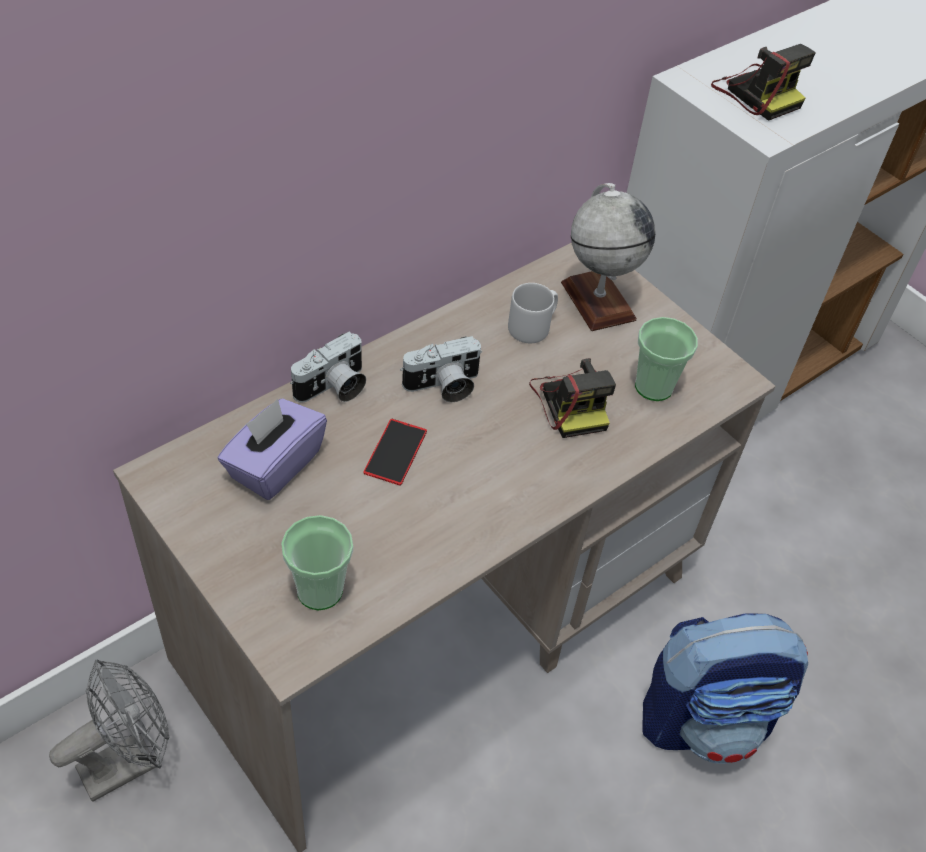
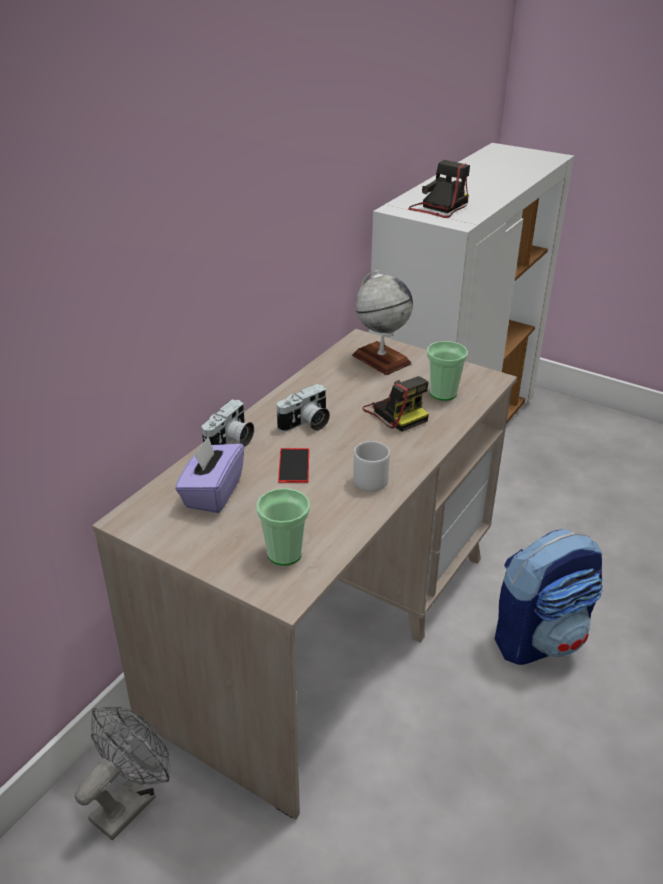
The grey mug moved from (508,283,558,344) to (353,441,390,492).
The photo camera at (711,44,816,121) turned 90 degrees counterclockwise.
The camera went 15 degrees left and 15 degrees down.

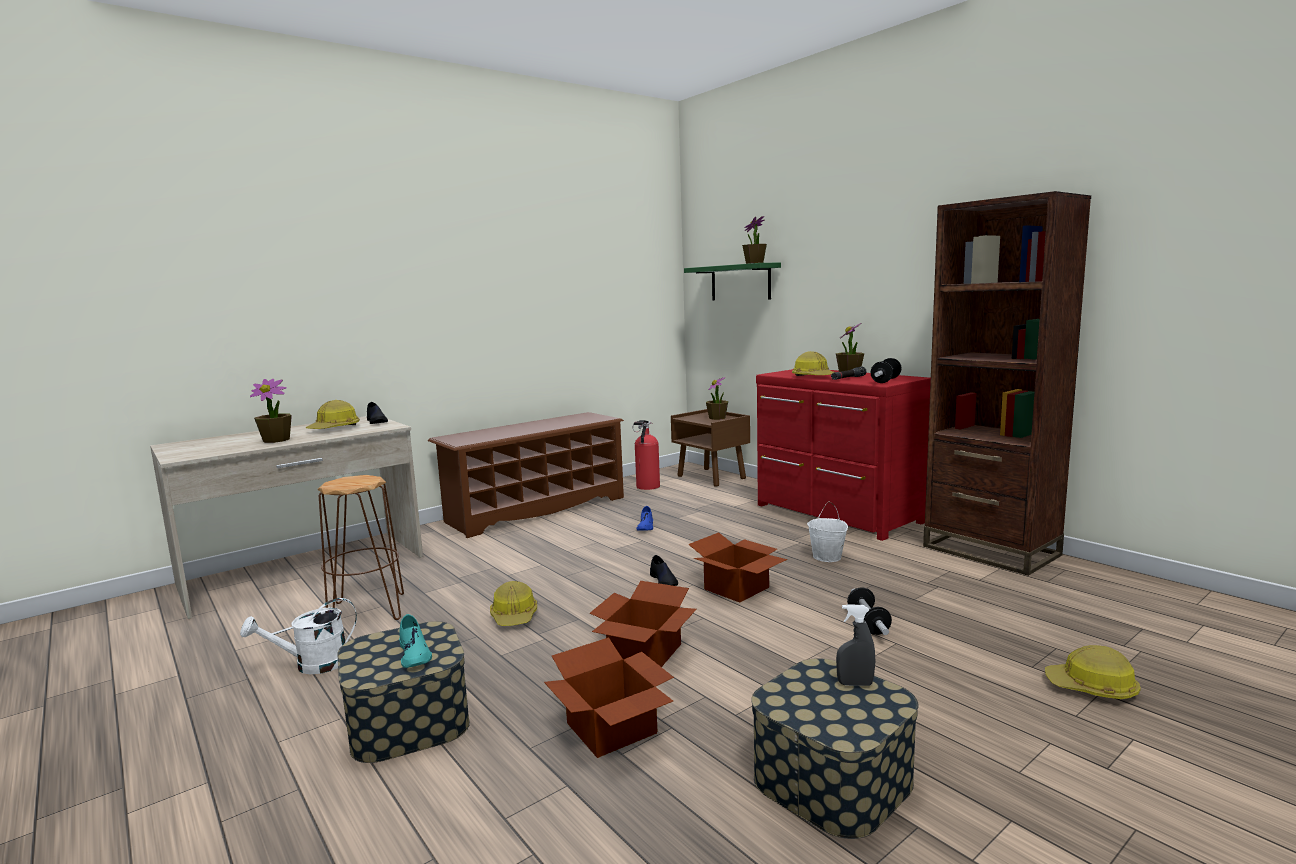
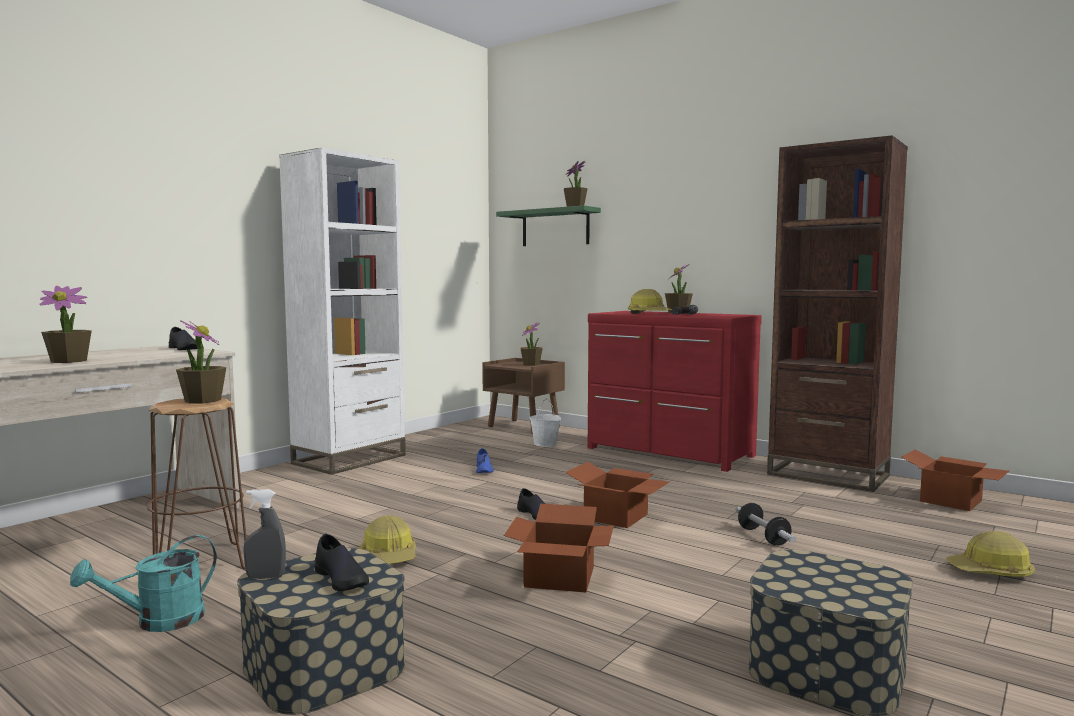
The hard hat at (306,400,360,429) disappeared.
The fire extinguisher at (632,420,660,490) disappeared.
The dumbbell at (870,358,902,383) disappeared.
The potted plant at (176,320,226,403) appeared.
The cardboard box moved from (544,637,674,758) to (901,449,1009,511).
The white bucket moved from (807,501,848,562) to (529,398,561,447).
The grey spray bottle moved from (836,604,876,686) to (243,489,286,579).
The brown shoe rack at (428,412,624,538) was replaced by the white bookcase at (279,147,406,475).
The white watering can at (240,598,357,674) became the turquoise watering can at (70,535,217,632).
The turquoise shoe at (399,614,432,668) became the black shoe at (315,534,369,591).
The camera went 15 degrees left and 5 degrees down.

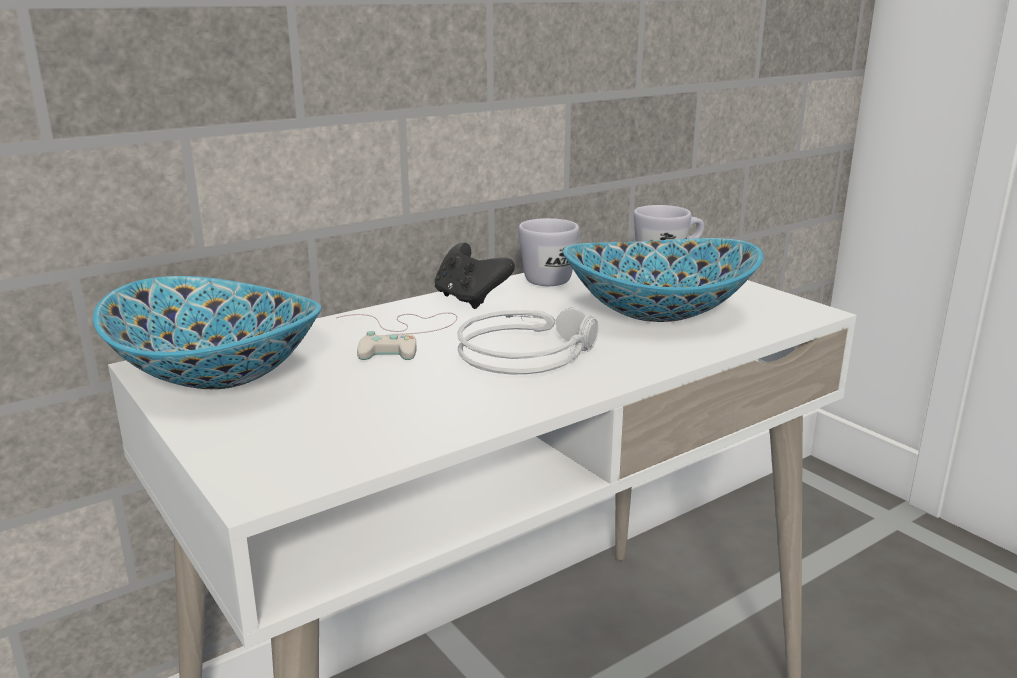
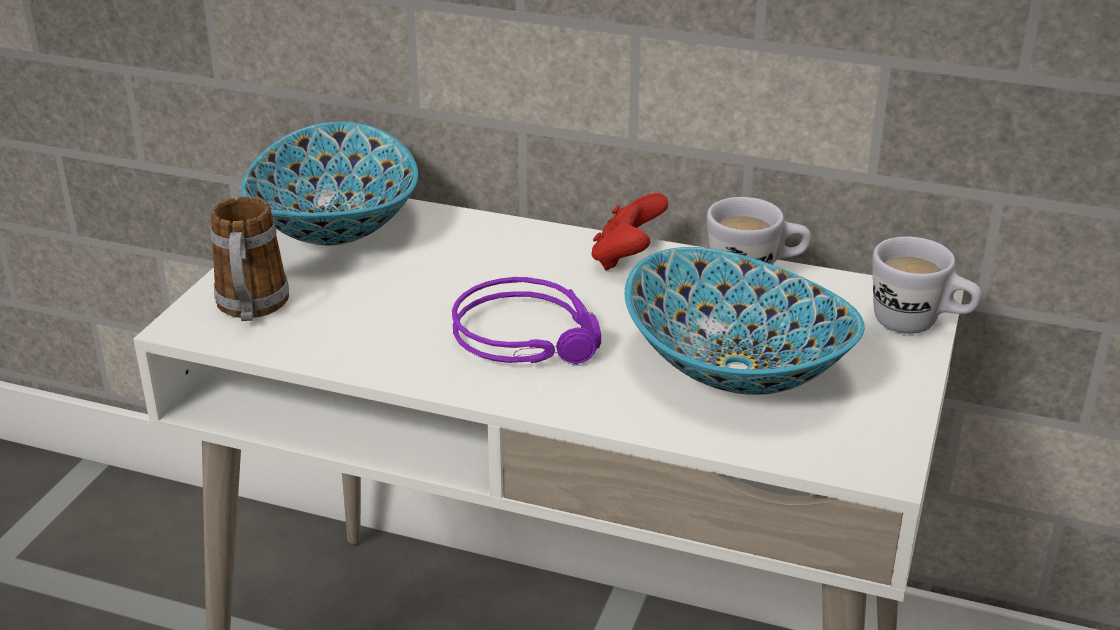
The white game controller at (336,312,457,360) disappeared.
The mug at (211,197,289,321) appeared.
The black game controller at (434,243,515,309) became the red game controller at (591,193,669,271).
The grey headphones at (457,307,598,374) became the purple headphones at (452,277,601,365).
The camera went 55 degrees right and 10 degrees up.

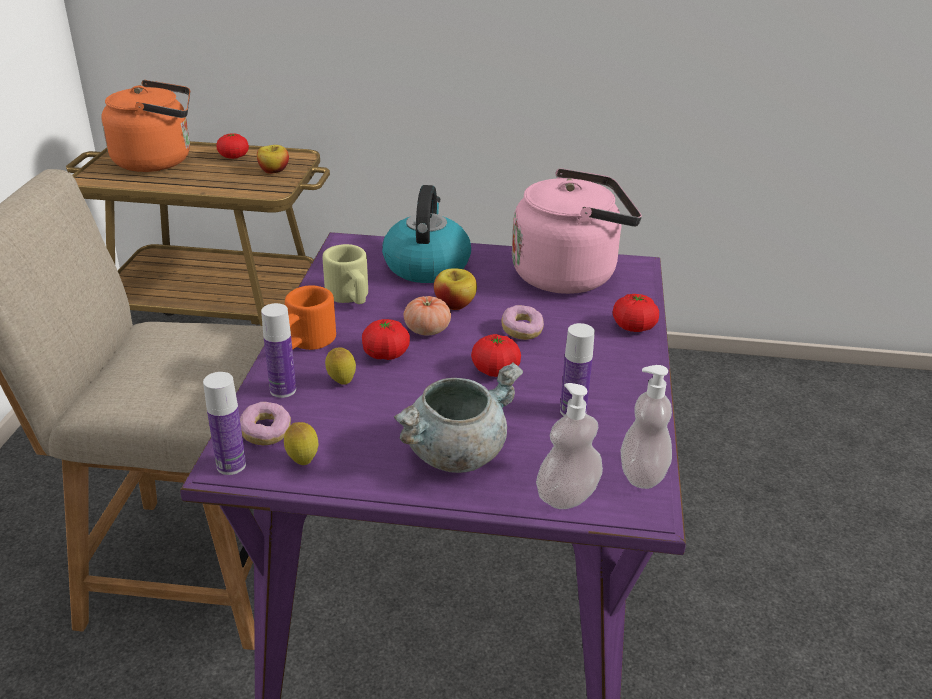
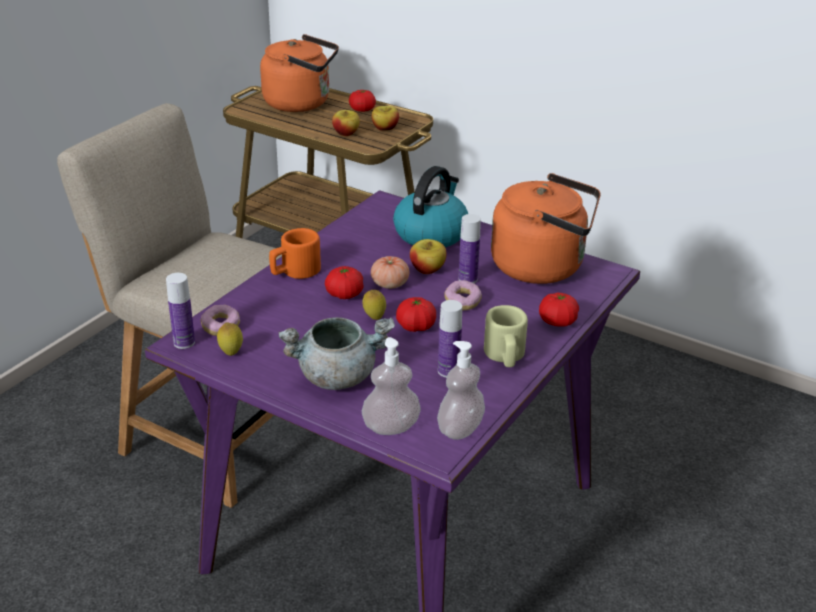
The apple at (332,110,360,136) appeared.
The bottle moved from (261,303,296,398) to (458,214,481,283).
The beige mug moved from (323,244,368,304) to (484,305,528,367).
The lemon moved from (325,347,356,385) to (362,290,386,320).
The pink kettle at (512,168,642,294) became the orange kettle at (491,173,601,284).
The camera went 25 degrees right and 0 degrees up.

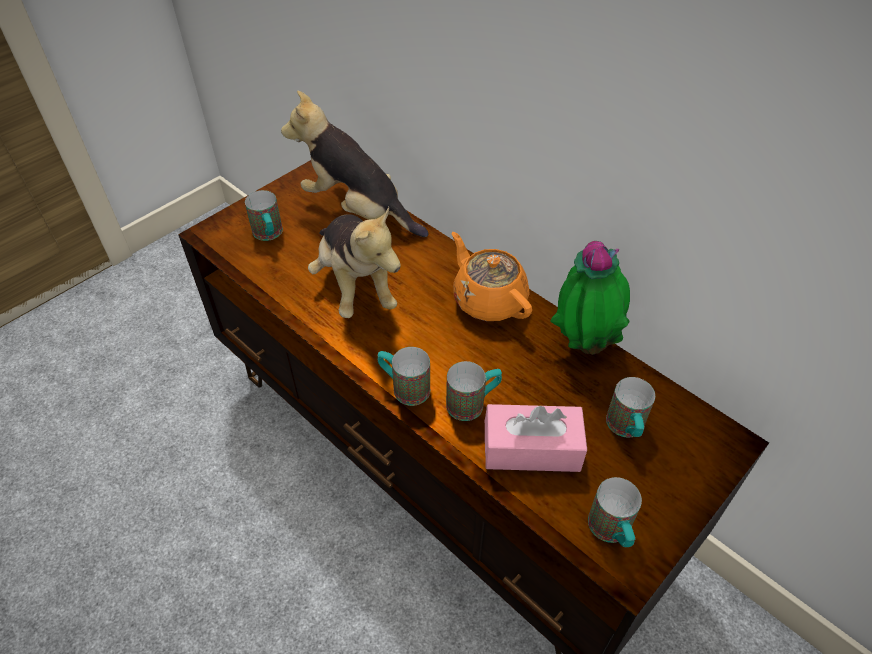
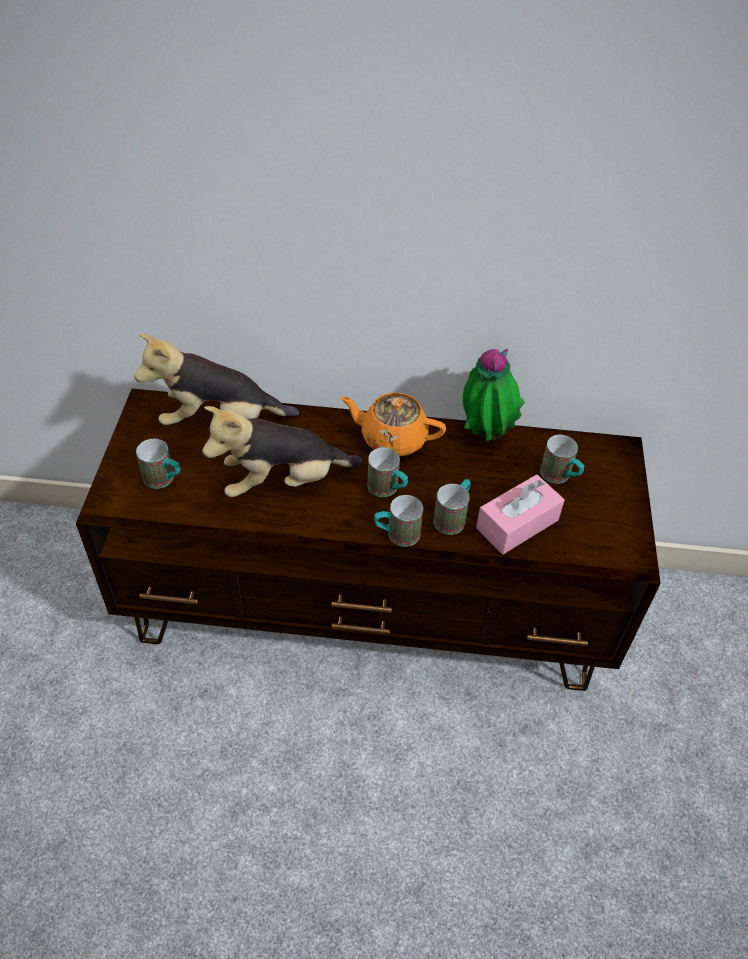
The mug moved from (588,477,642,547) to (367,447,408,497).
The plush toy at (308,207,401,318) turned 135 degrees clockwise.
The camera went 40 degrees left and 0 degrees up.

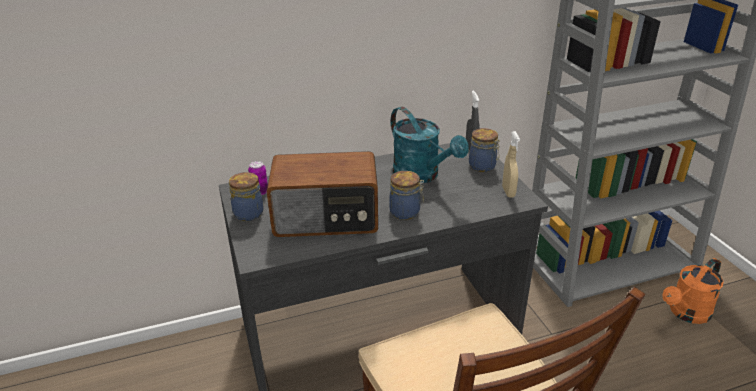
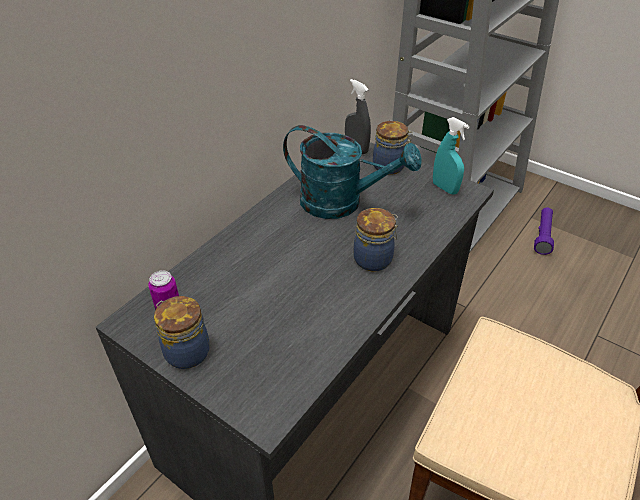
The radio at (267,151,378,237) disappeared.
The orange watering can at (663,258,724,324) was replaced by the purple flashlight at (534,207,554,255).
The beige spray bottle at (502,131,520,198) became the turquoise spray bottle at (433,117,470,195).
The camera went 35 degrees left and 10 degrees up.

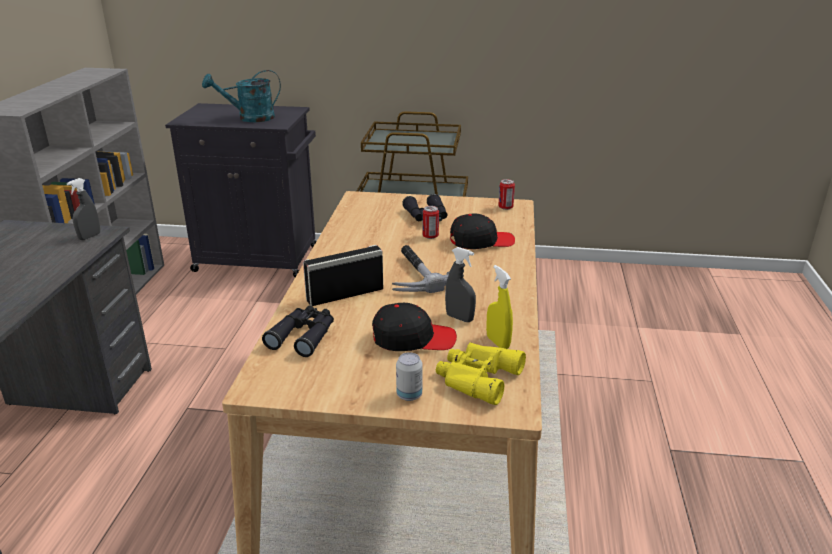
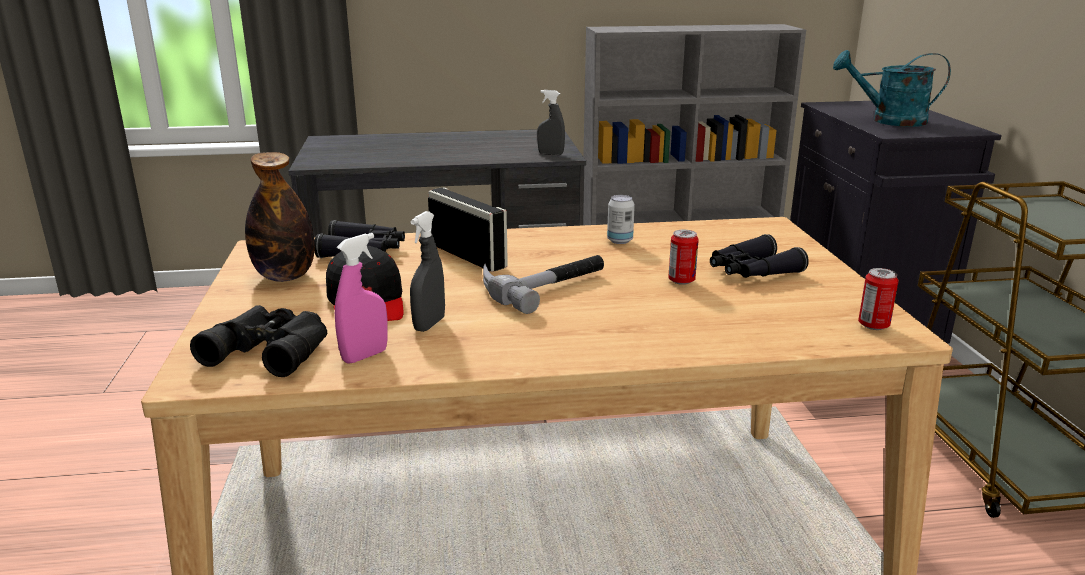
The black cap at (450,213,515,249) disappeared.
The bottle at (245,152,315,282) appeared.
The can moved from (396,352,423,401) to (607,195,635,244).
The yellow binoculars at (436,342,526,405) became the black binoculars at (190,305,327,377).
The yellow spray bottle at (486,265,513,349) became the pink spray bottle at (335,233,388,364).
The turquoise watering can at (202,70,281,122) turned 45 degrees counterclockwise.
The camera went 75 degrees right and 5 degrees down.

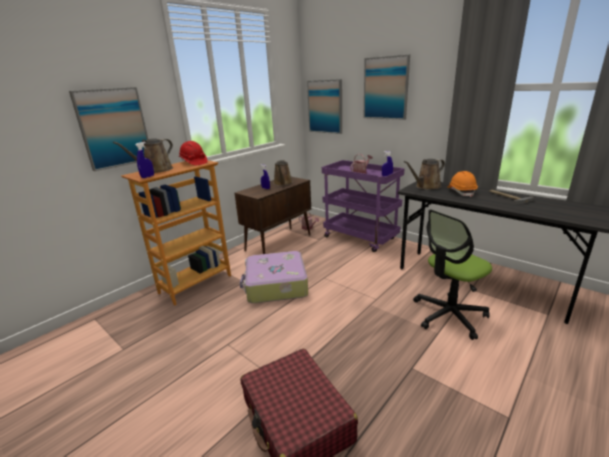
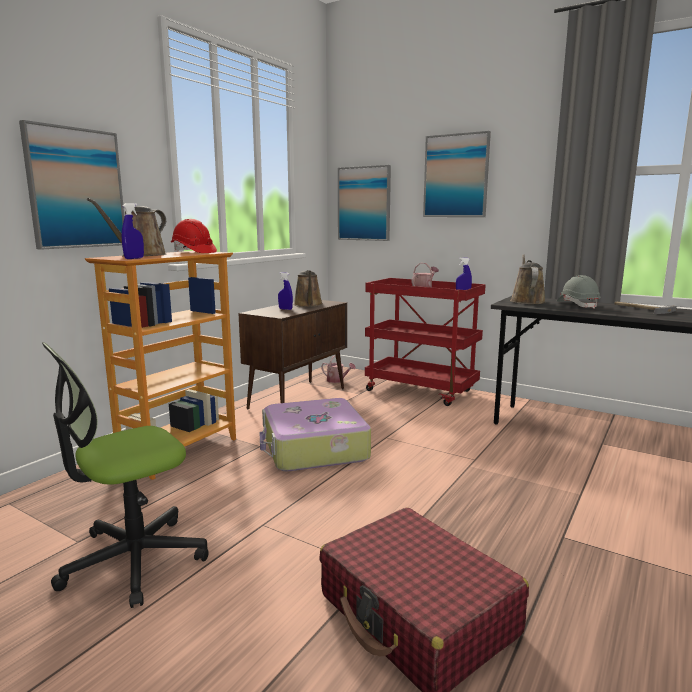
The office chair moved from (413,209,492,340) to (41,342,209,608).
The purple cart at (322,160,405,252) became the red cart at (365,278,486,406).
The orange hard hat at (447,171,478,197) became the grey hard hat at (557,275,601,309).
The brown watering can at (404,159,445,190) turned 135 degrees clockwise.
The camera went 10 degrees left and 10 degrees down.

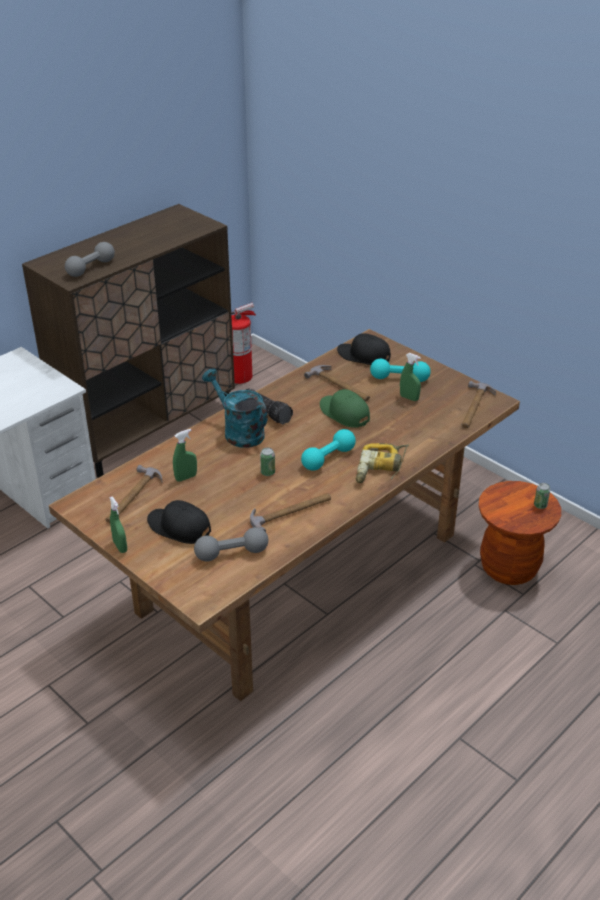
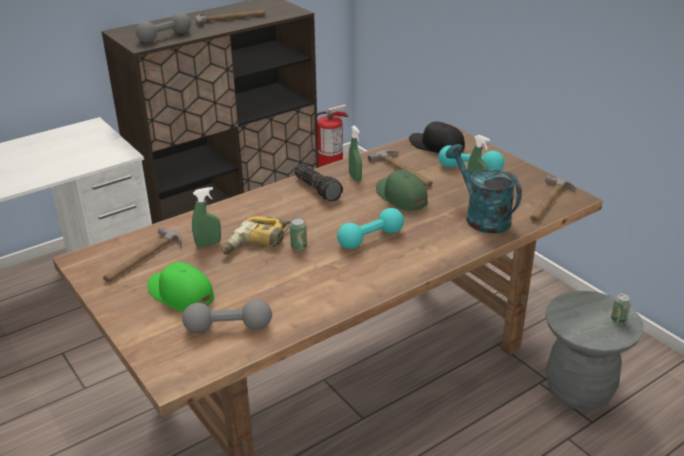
The green spray bottle moved from (109,496,127,553) to (349,126,362,182).
The turquoise watering can moved from (202,368,268,448) to (446,144,522,233).
The hammer moved from (250,493,331,532) to (196,10,265,27).
The power drill moved from (356,443,409,483) to (221,216,291,255).
The black cap at (147,500,211,544) became the green cap at (147,262,214,312).
The brown stool at (479,481,561,585) became the grey stool at (545,291,644,411).
The camera went 10 degrees right and 5 degrees down.

